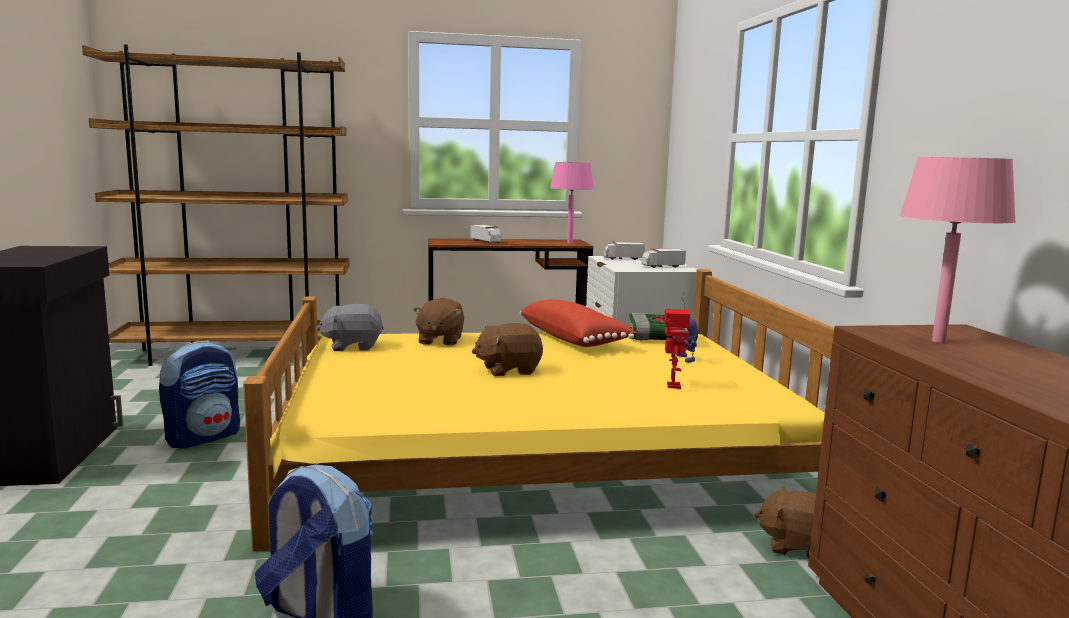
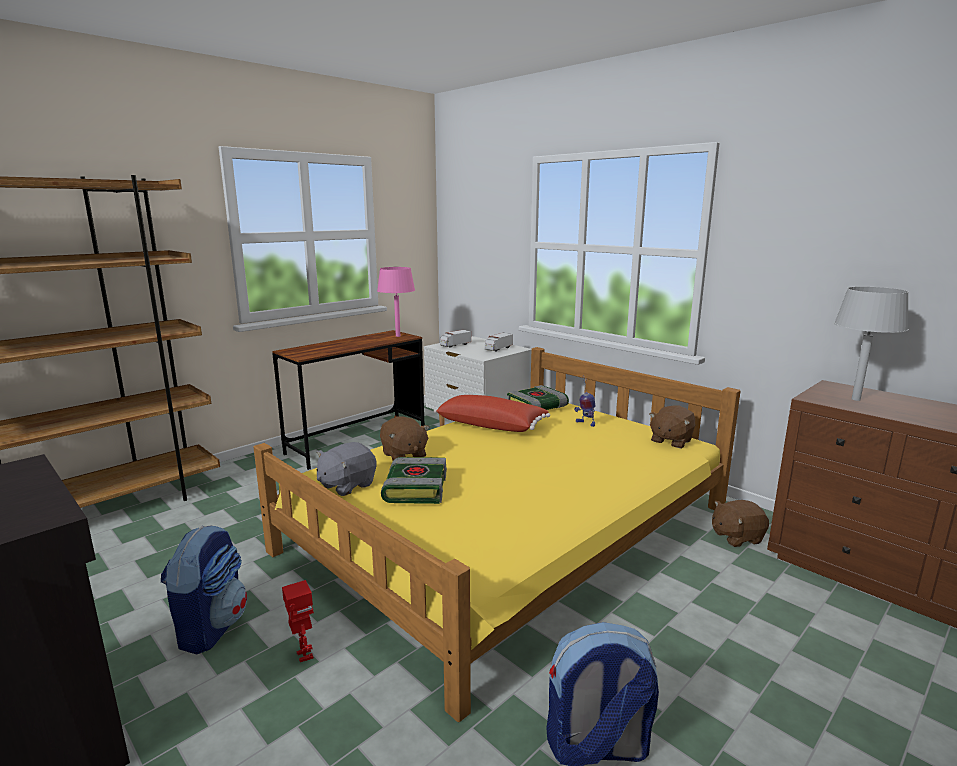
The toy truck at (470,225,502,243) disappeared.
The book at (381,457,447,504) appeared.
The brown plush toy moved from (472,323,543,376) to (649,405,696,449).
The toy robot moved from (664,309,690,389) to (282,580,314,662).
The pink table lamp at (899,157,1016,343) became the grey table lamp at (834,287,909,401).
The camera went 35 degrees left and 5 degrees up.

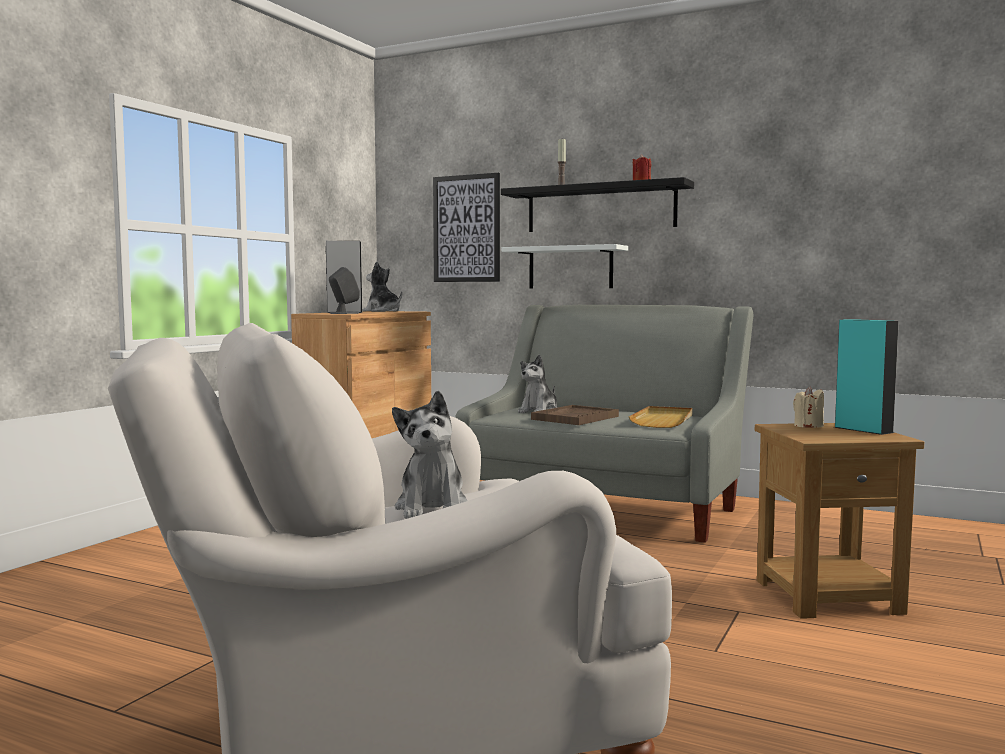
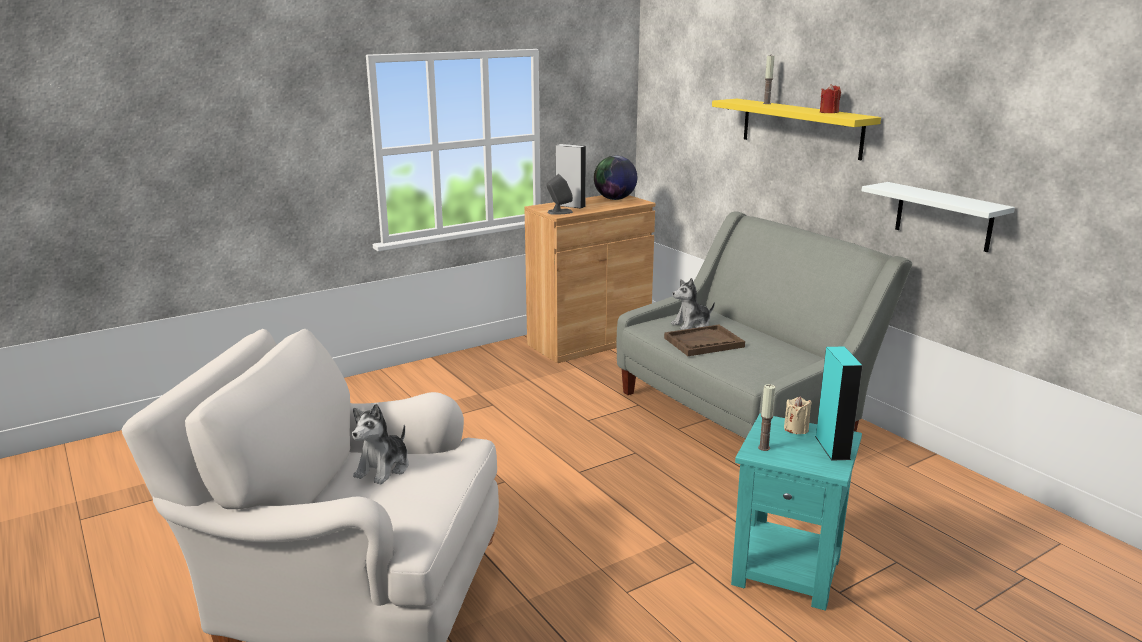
The picture at (433,173,500,282) disappeared.
The beige tray at (629,406,692,428) disappeared.
The candle at (758,384,775,451) appeared.
The white shelf moved from (501,244,628,289) to (862,182,1015,252).
The plush toy at (363,261,402,312) was replaced by the globe at (594,156,637,200).
The black shelf at (501,177,694,232) became the yellow shelf at (712,99,881,160).
The brown side table at (755,423,924,619) became the turquoise side table at (731,414,862,611).
The camera went 30 degrees right and 15 degrees up.

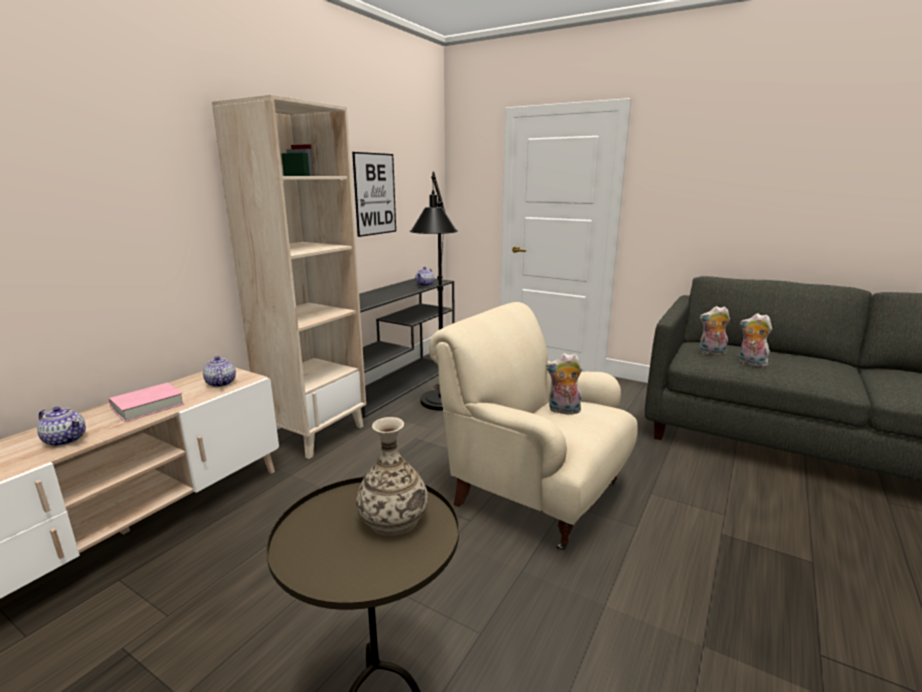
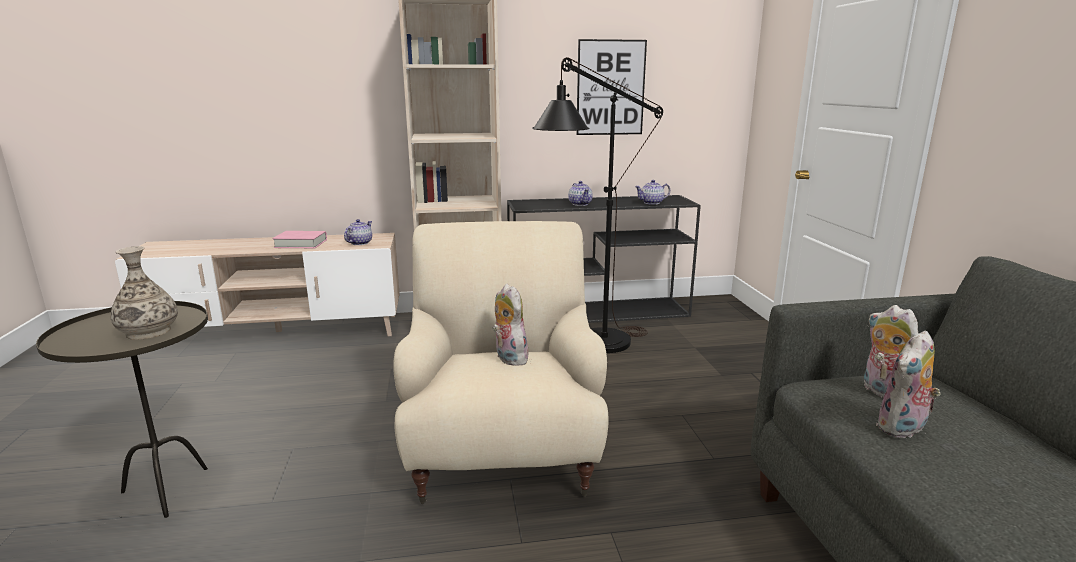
The teapot moved from (37,407,86,446) to (568,181,593,206).
The plush toy at (739,313,772,367) turned 135 degrees counterclockwise.
The camera went 50 degrees right and 0 degrees up.

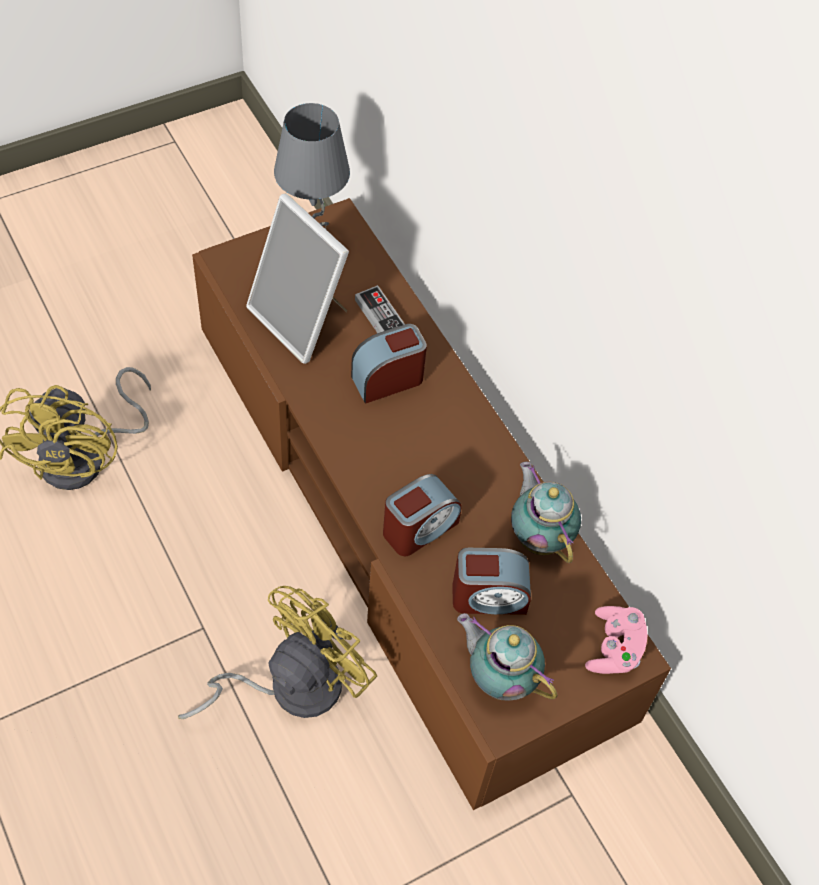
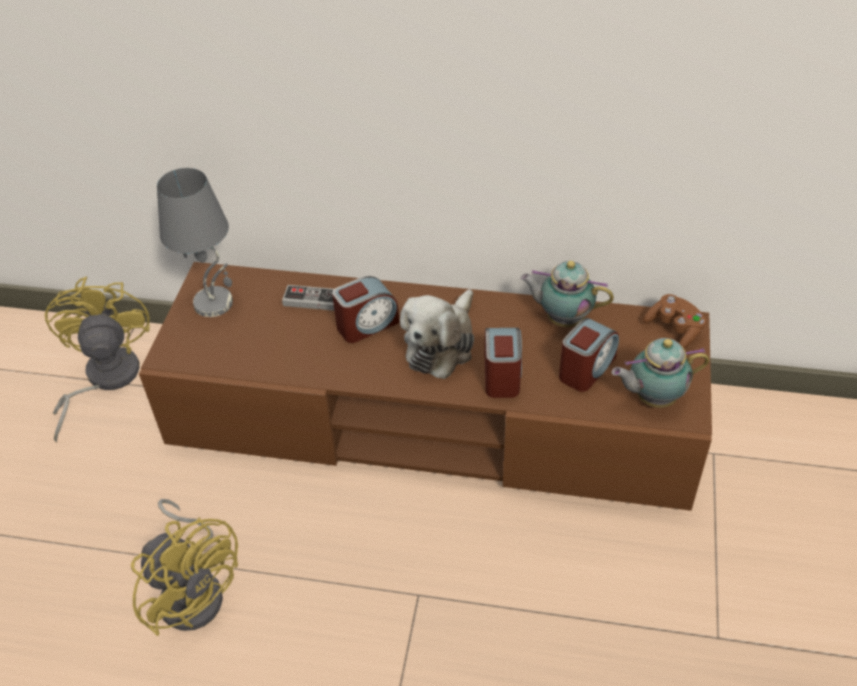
The picture frame at (246,194,349,364) disappeared.
The plush toy at (400,289,474,379) appeared.
The yellow fan moved from (178,586,377,719) to (45,277,150,442).
The pink game controller at (585,606,647,674) became the brown game controller at (643,294,706,349).
The alarm clock at (351,324,427,404) turned 135 degrees counterclockwise.
The camera went 45 degrees left and 10 degrees down.

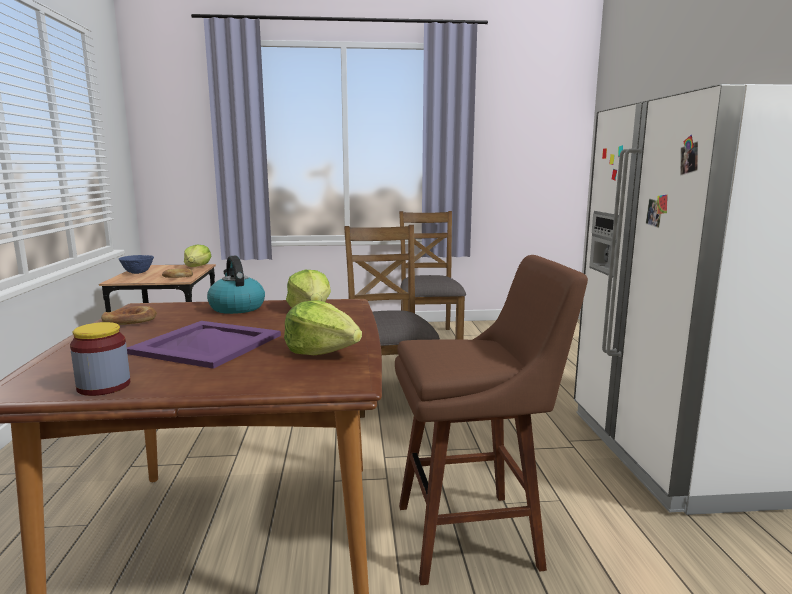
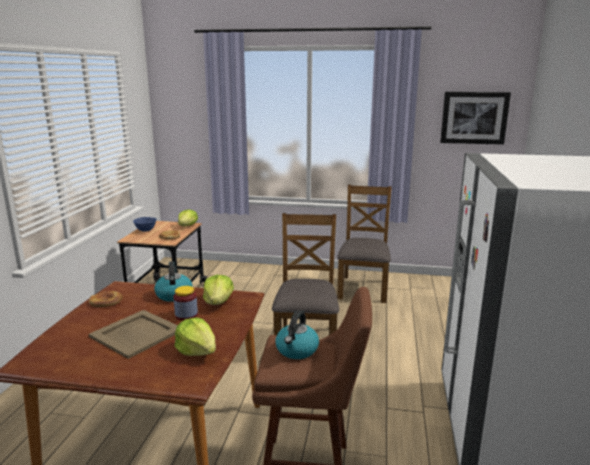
The kettle at (276,310,319,359) appeared.
The picture at (440,92,511,145) appeared.
The jar moved from (70,322,130,396) to (173,286,198,321).
The purple tray at (127,321,281,369) became the beige tray at (89,310,178,359).
The camera went 15 degrees right and 5 degrees up.

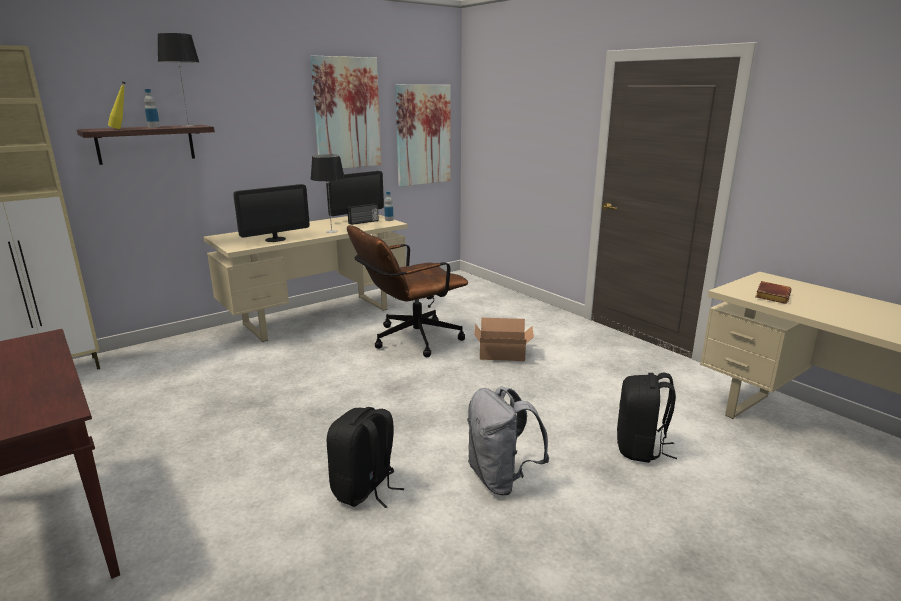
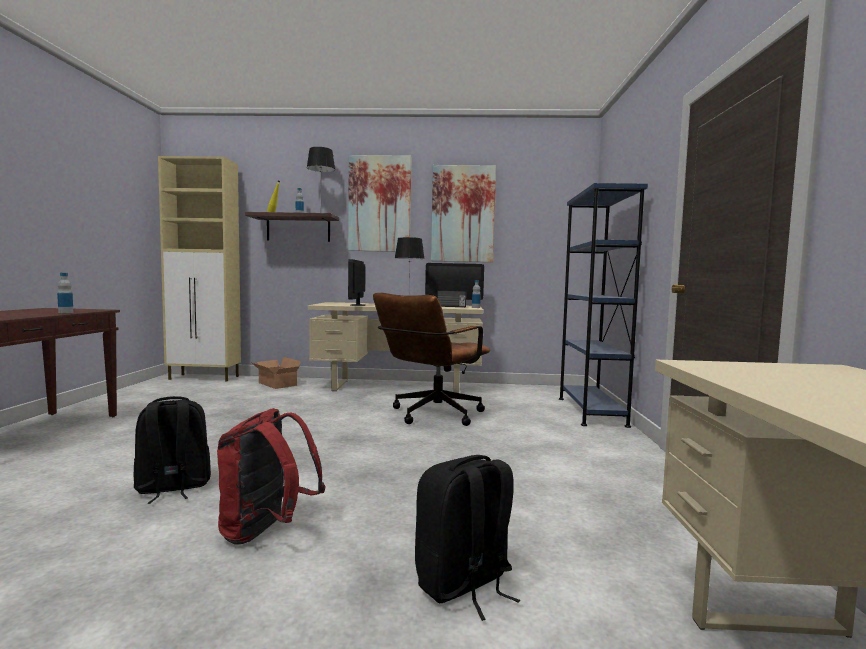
The brown book at (755,281,791,304) disappeared.
The bottle at (57,273,74,313) appeared.
The blue bookcase at (559,183,648,428) appeared.
The picture moved from (395,85,451,187) to (348,155,411,252).
The cardboard box moved from (474,318,534,361) to (252,357,301,389).
The grey backpack at (467,387,549,495) became the red backpack at (217,408,325,545).
The monitor at (233,184,309,242) turned 90 degrees clockwise.
The brown office chair at (347,225,468,357) turned 60 degrees counterclockwise.
The camera went 40 degrees right and 15 degrees down.

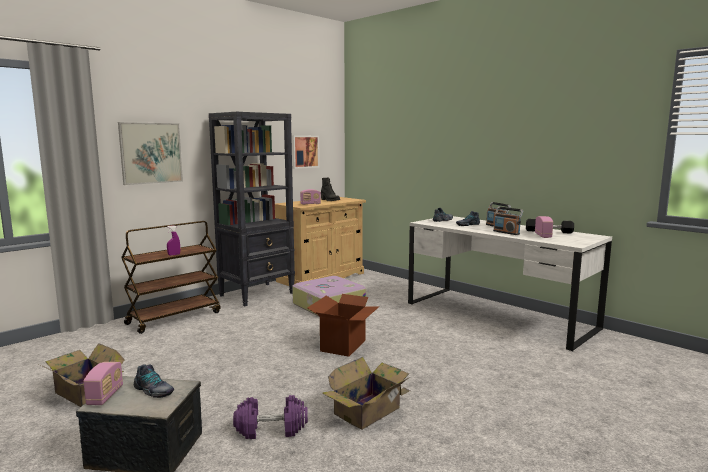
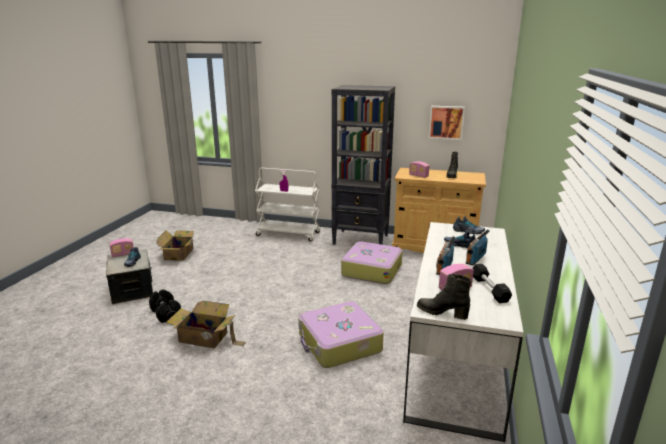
The picture at (118,122,183,185) disappeared.
The cardboard box at (307,294,379,357) disappeared.
The suitcase at (298,301,384,368) appeared.
The black boot at (417,274,472,320) appeared.
The brown cart at (121,221,221,334) became the white cart at (255,168,321,242).
The purple dumbbell at (233,395,308,439) became the black dumbbell at (149,289,181,323).
The camera went 60 degrees right and 10 degrees up.

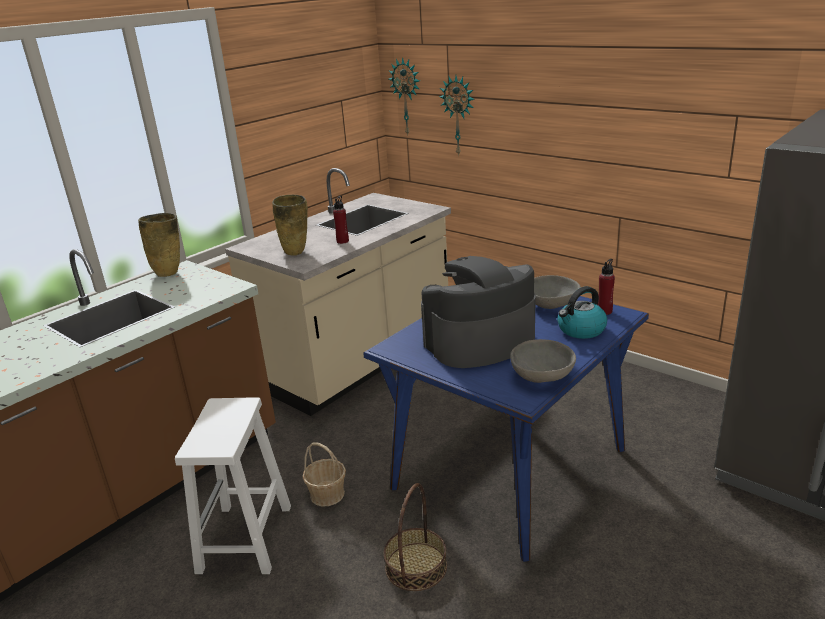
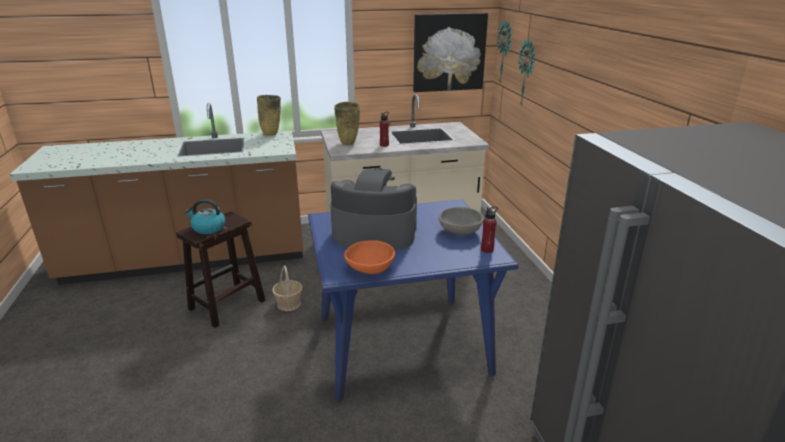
The basket at (384,483,447,591) disappeared.
The picture at (413,13,488,92) appeared.
The kettle moved from (557,286,607,339) to (185,199,226,234).
The white stool at (175,397,291,574) became the brown stool at (176,212,265,328).
The grey bowl at (510,339,576,383) became the orange bowl at (344,240,395,274).
The camera went 35 degrees right and 0 degrees up.

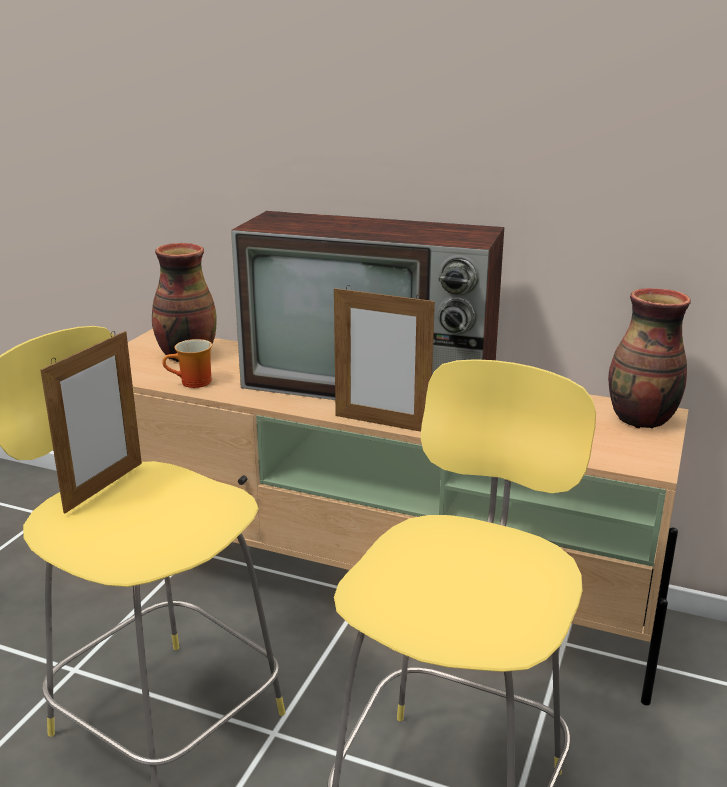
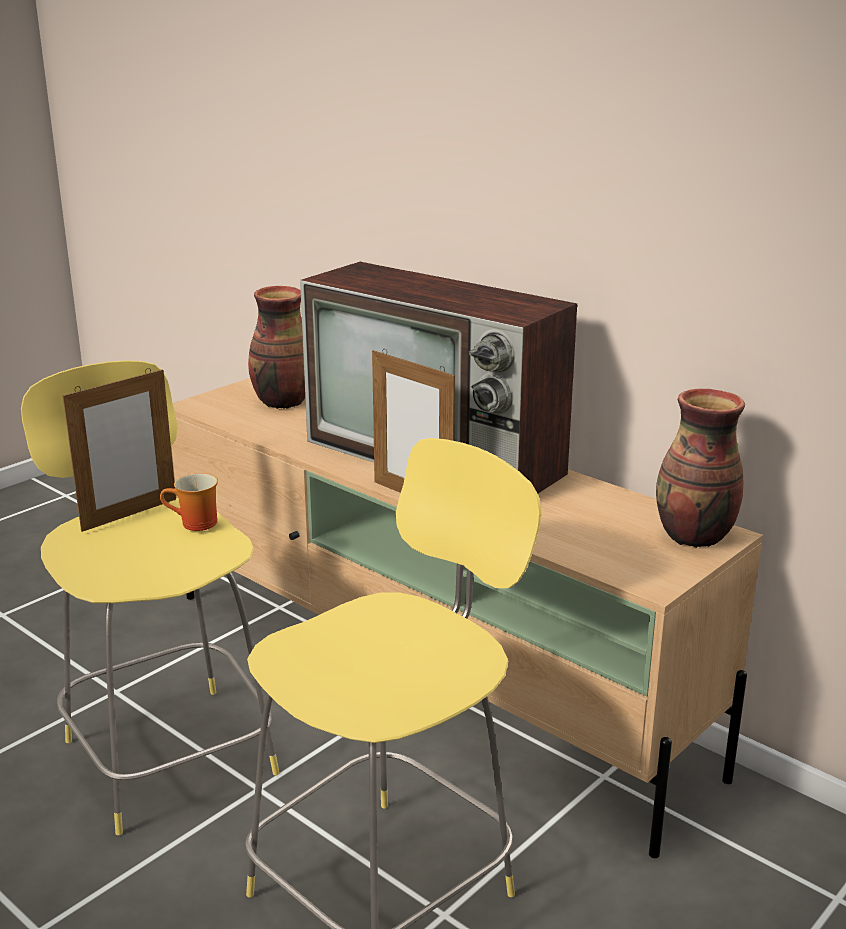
The mug moved from (162,339,212,388) to (160,473,218,531).
The camera went 20 degrees right and 0 degrees up.

